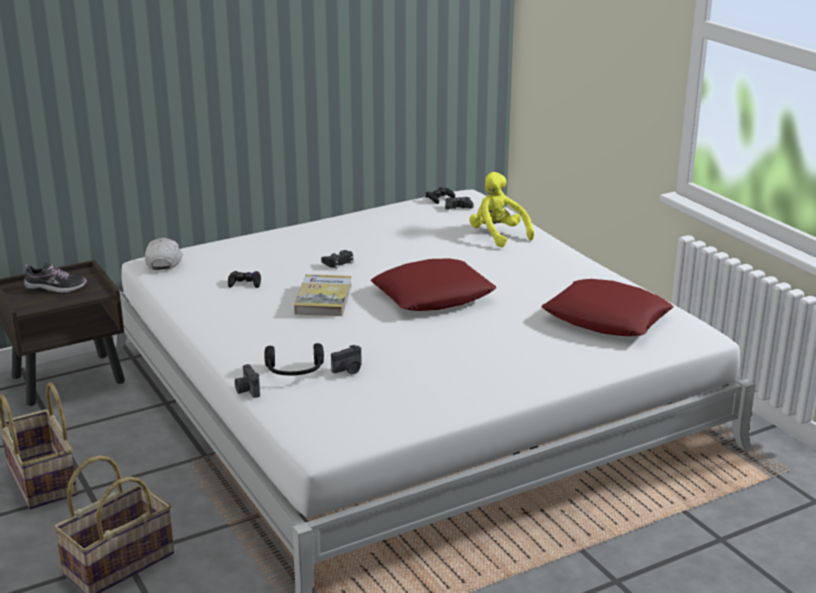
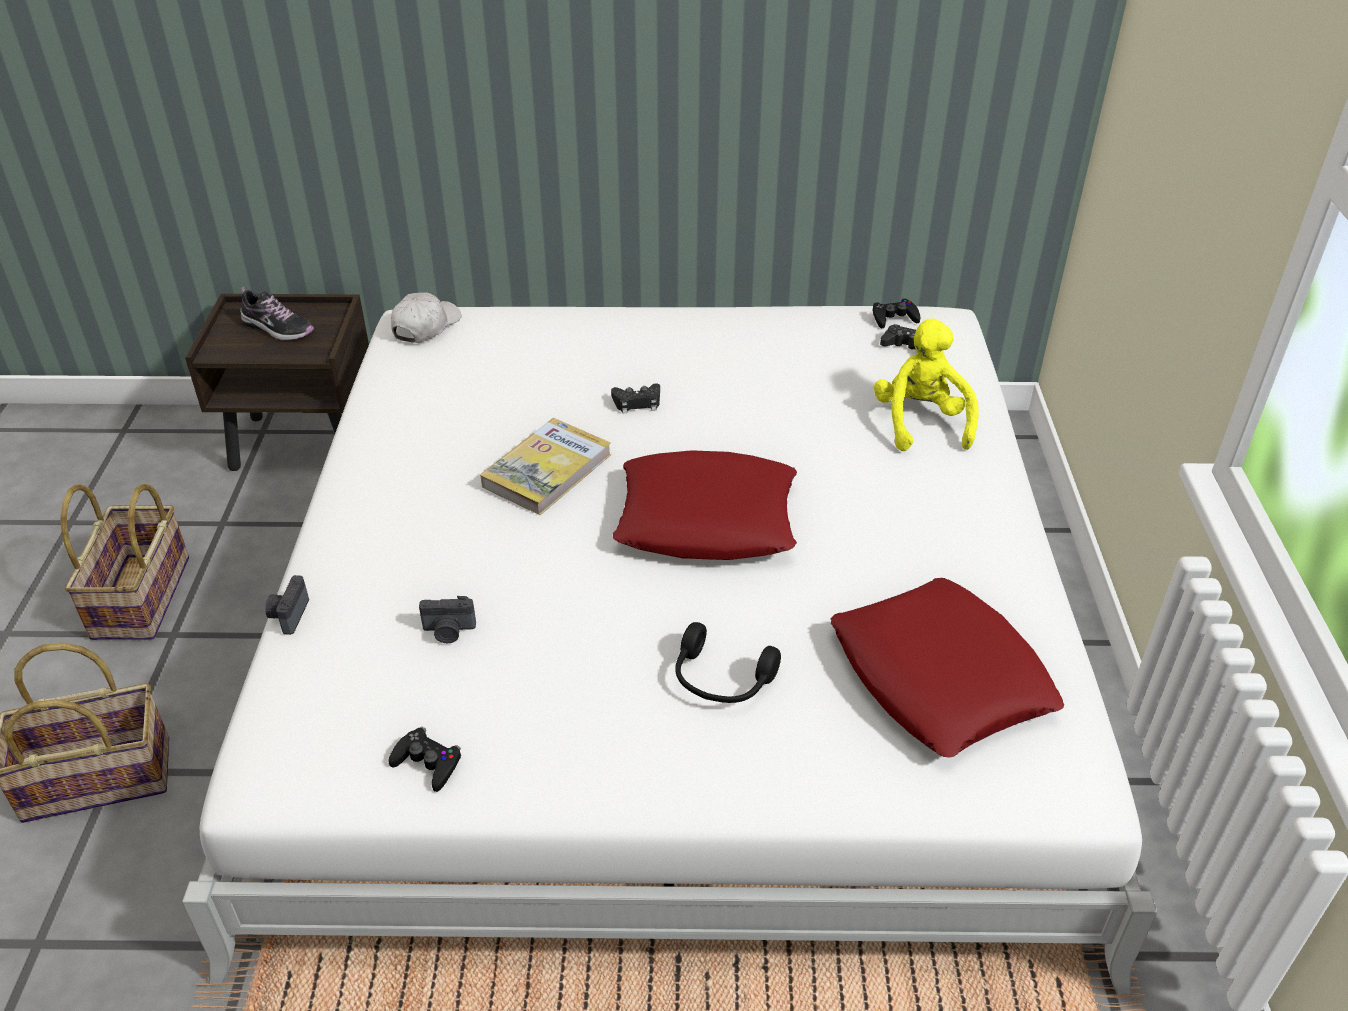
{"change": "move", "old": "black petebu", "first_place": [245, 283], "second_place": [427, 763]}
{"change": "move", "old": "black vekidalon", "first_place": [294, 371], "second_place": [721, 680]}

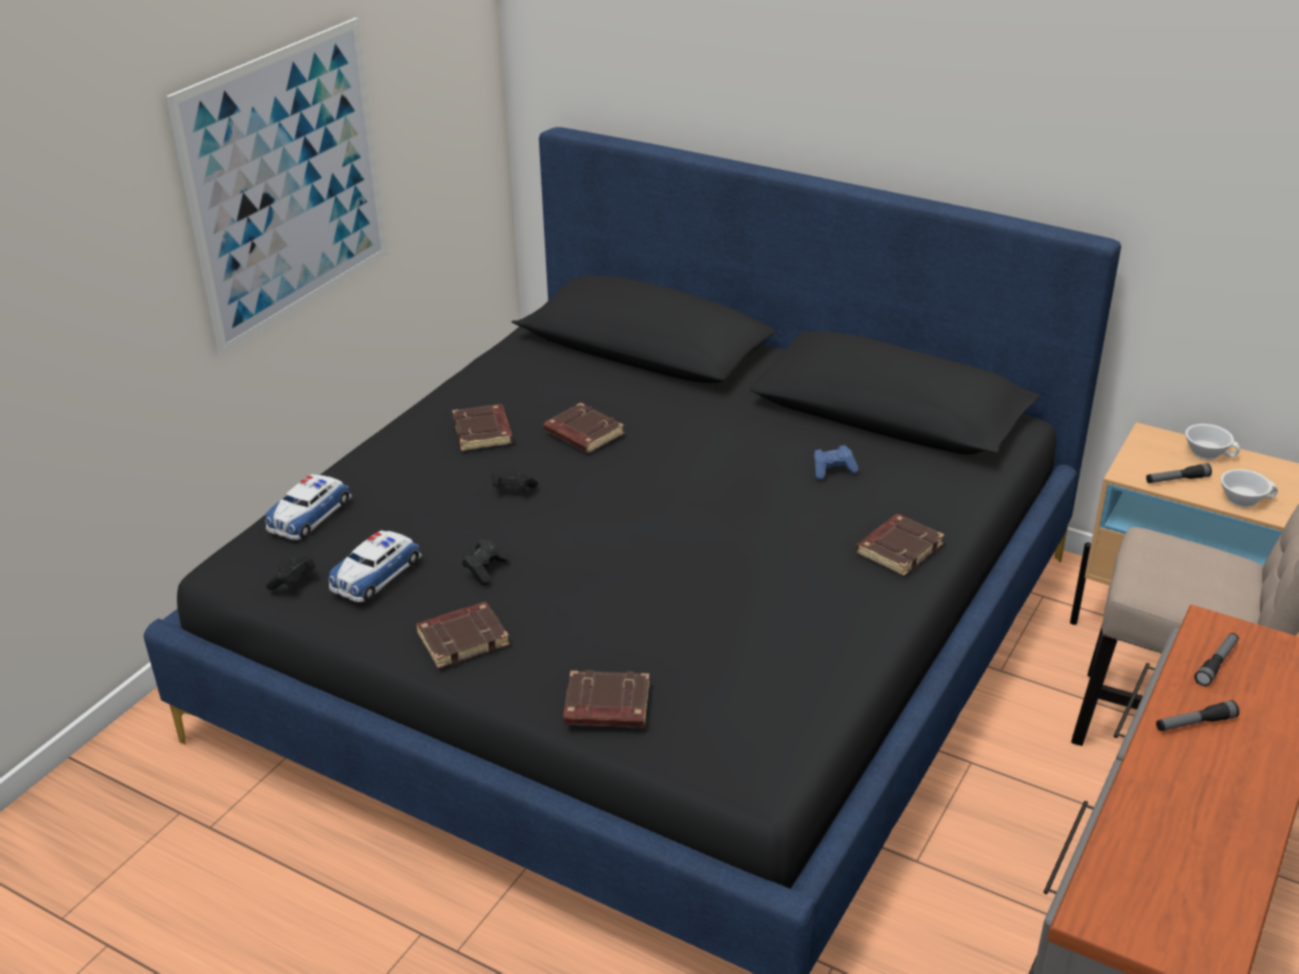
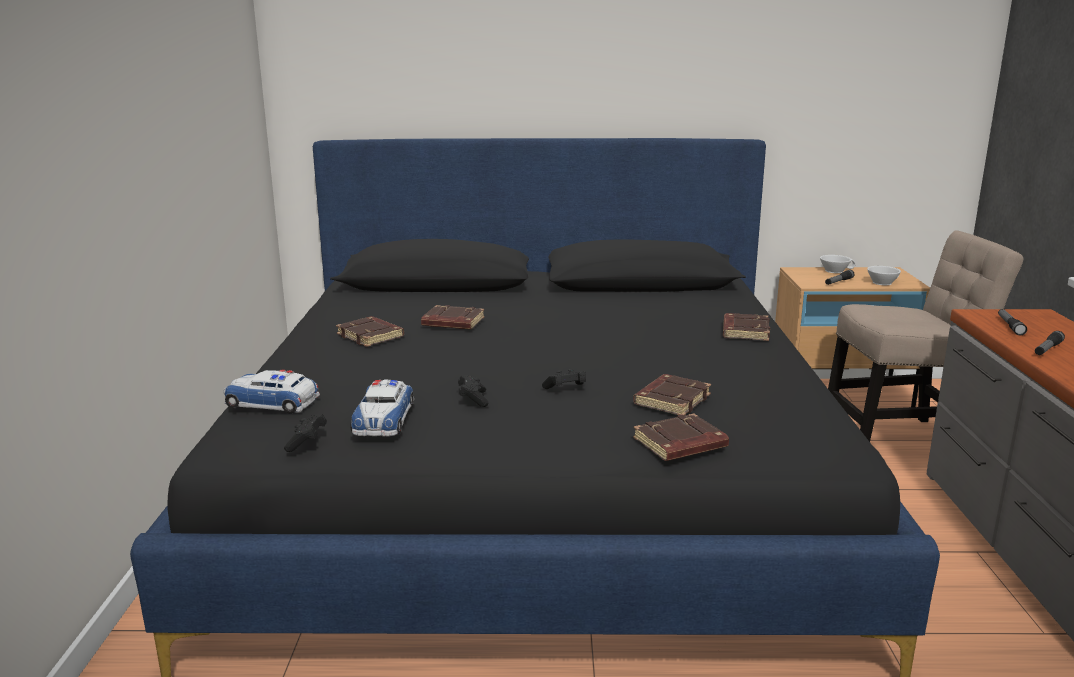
{"change": "delete", "old": "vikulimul", "first_place": [287, 183]}
{"change": "delete", "old": "blue petebu", "first_place": [833, 470]}
{"change": "move", "old": "black petebu", "first_place": [512, 490], "second_place": [566, 389]}
{"change": "rotate", "old": "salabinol", "first_place": [308, 514], "second_place": [272, 402], "degrees": 105}
{"change": "move", "old": "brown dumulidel", "first_place": [463, 639], "second_place": [671, 400]}

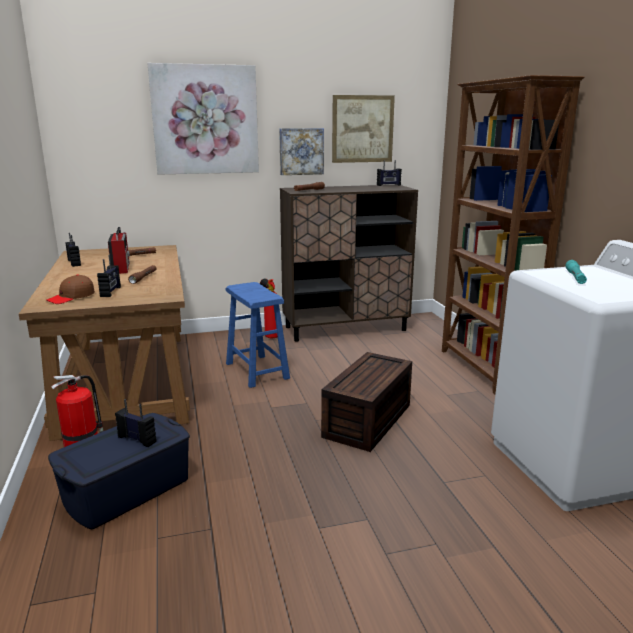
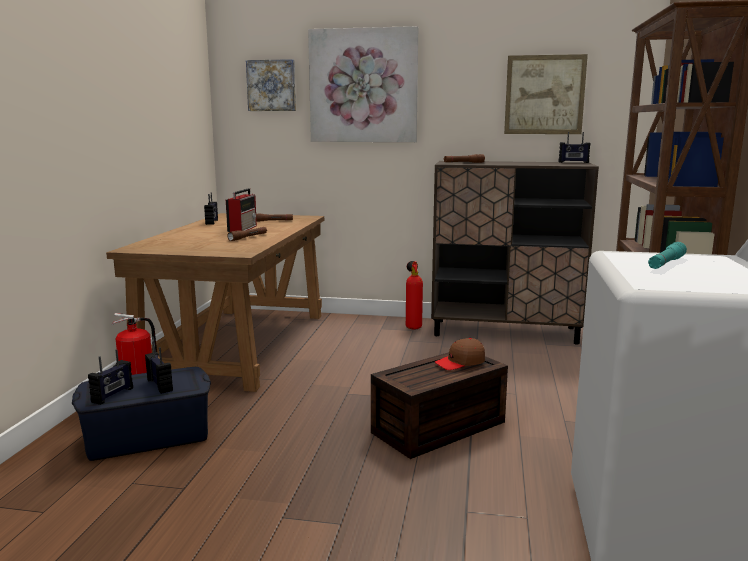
{"change": "move", "old": "vikulimul", "first_place": [301, 151], "second_place": [272, 85]}
{"change": "move", "old": "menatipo", "first_place": [111, 292], "second_place": [113, 395]}
{"change": "move", "old": "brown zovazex", "first_place": [71, 297], "second_place": [460, 362]}
{"change": "delete", "old": "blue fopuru", "first_place": [257, 371]}

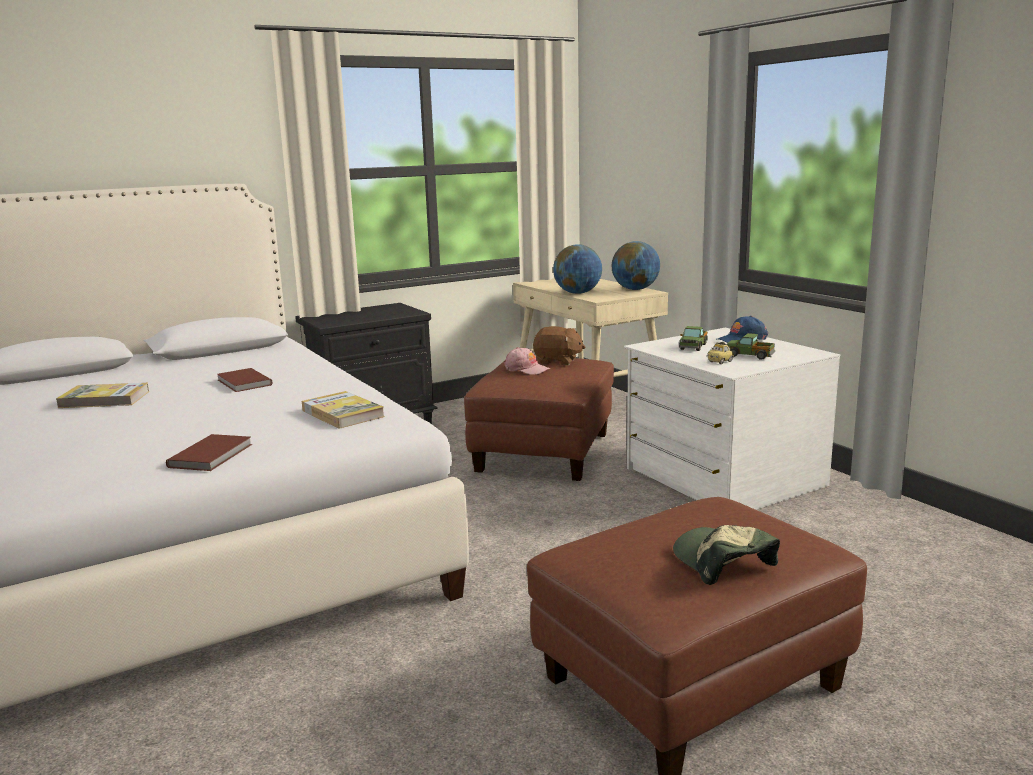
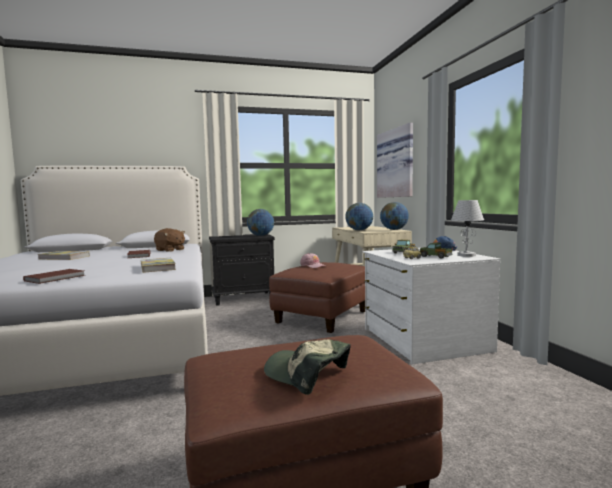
{"change": "move", "old": "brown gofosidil", "first_place": [557, 361], "second_place": [170, 250]}
{"change": "rotate", "old": "zovazex", "first_place": [722, 562], "second_place": [306, 374], "degrees": -45}
{"change": "insert", "new": "vikulimul", "second_place": [397, 163]}
{"change": "insert", "new": "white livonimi", "second_place": [466, 255]}
{"change": "insert", "new": "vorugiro", "second_place": [261, 235]}

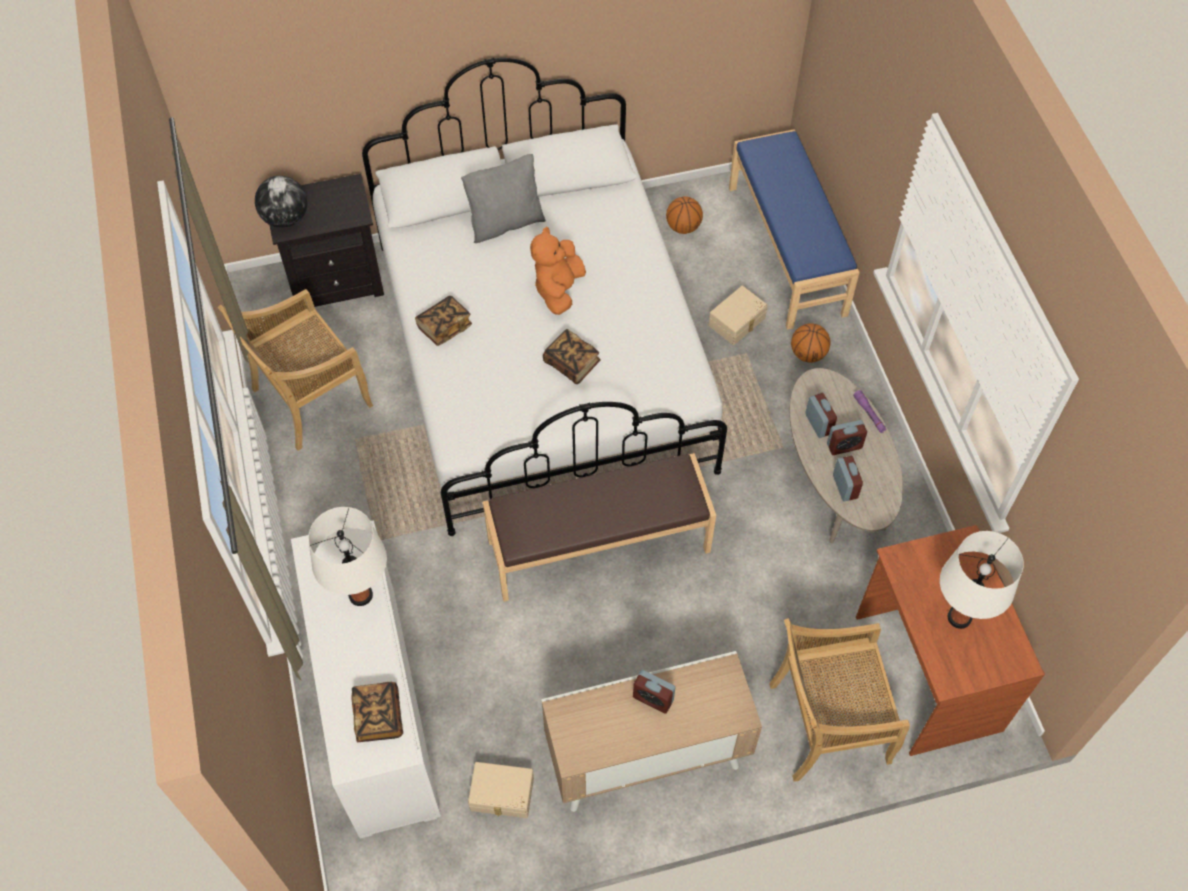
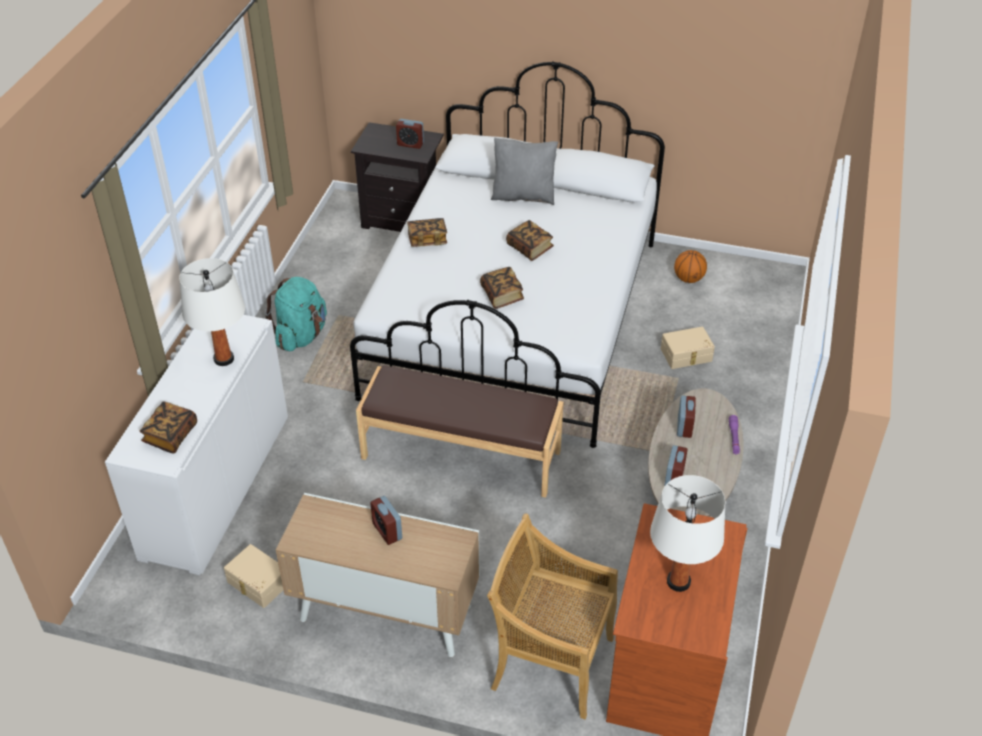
{"change": "delete", "old": "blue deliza", "first_place": [787, 250]}
{"change": "delete", "old": "vorugiro", "first_place": [285, 218]}
{"change": "replace", "old": "orange gofosidil", "new": "dumulidel", "first_place": [558, 289], "second_place": [529, 248]}
{"change": "delete", "old": "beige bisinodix", "first_place": [310, 399]}
{"change": "delete", "old": "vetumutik", "first_place": [808, 354]}
{"change": "move", "old": "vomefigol", "first_place": [844, 446], "second_place": [410, 144]}
{"change": "insert", "new": "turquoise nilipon", "second_place": [301, 335]}

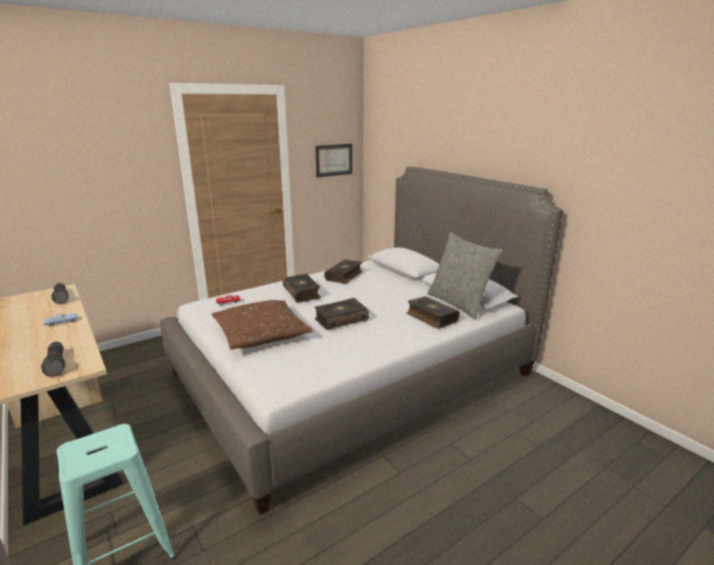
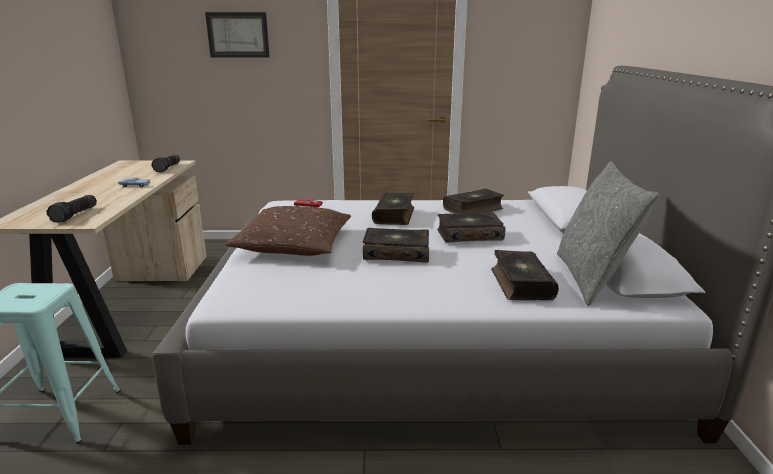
{"change": "move", "old": "vikulimul", "first_place": [334, 160], "second_place": [238, 35]}
{"change": "insert", "new": "dumulidel", "second_place": [469, 235]}

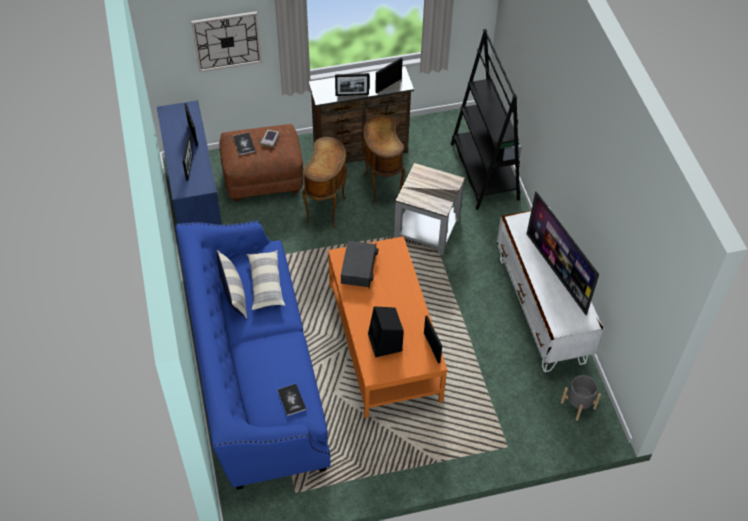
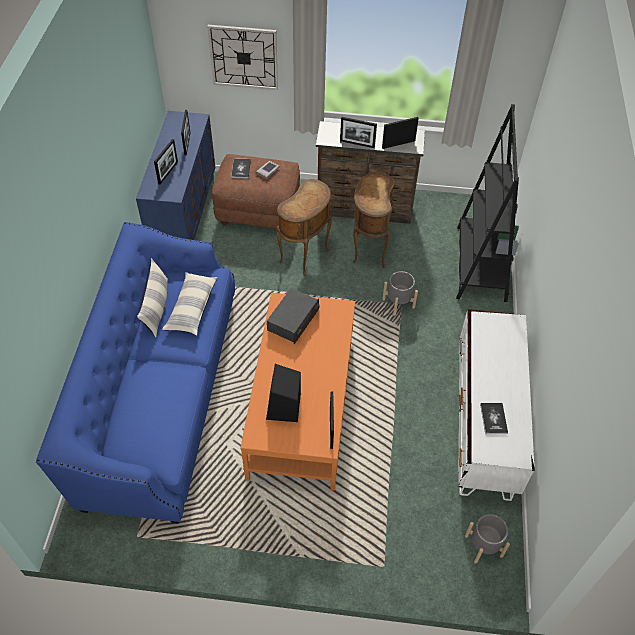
{"change": "replace", "old": "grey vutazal", "new": "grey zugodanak", "first_place": [428, 228], "second_place": [398, 303]}
{"change": "delete", "old": "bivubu", "first_place": [557, 273]}
{"change": "move", "old": "dumulidel", "first_place": [291, 400], "second_place": [493, 418]}

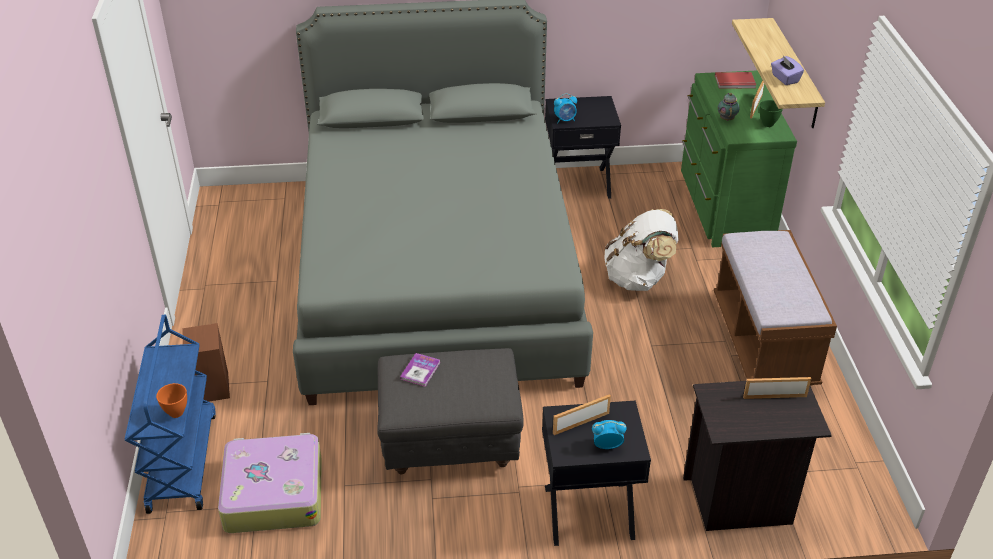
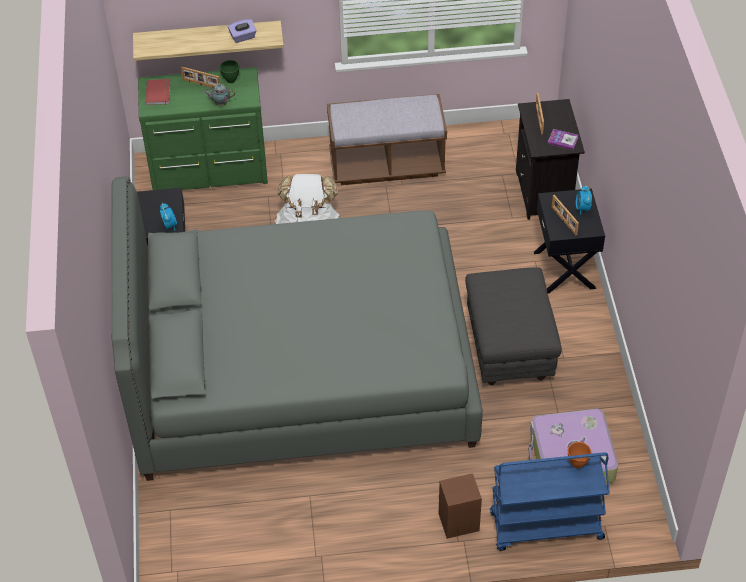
{"change": "move", "old": "dumulidel", "first_place": [420, 370], "second_place": [562, 140]}

